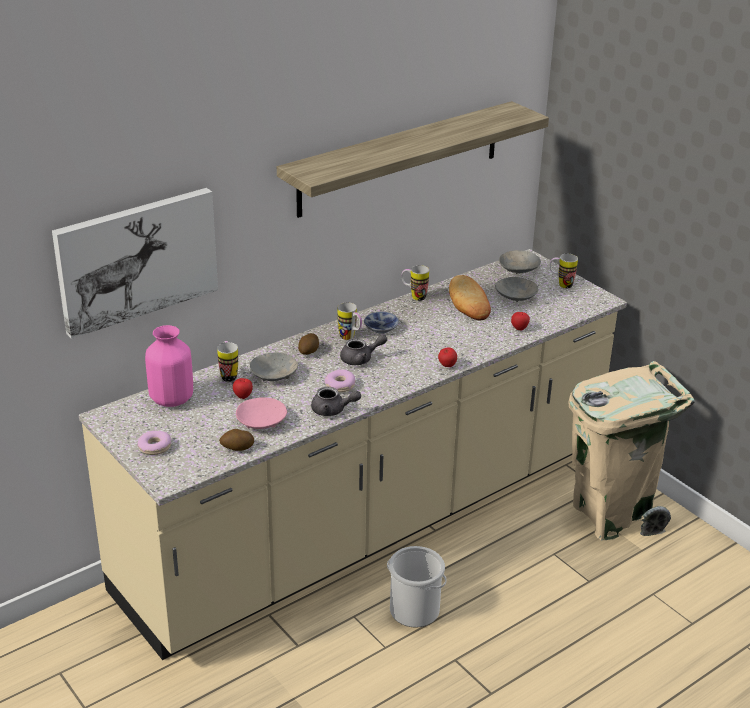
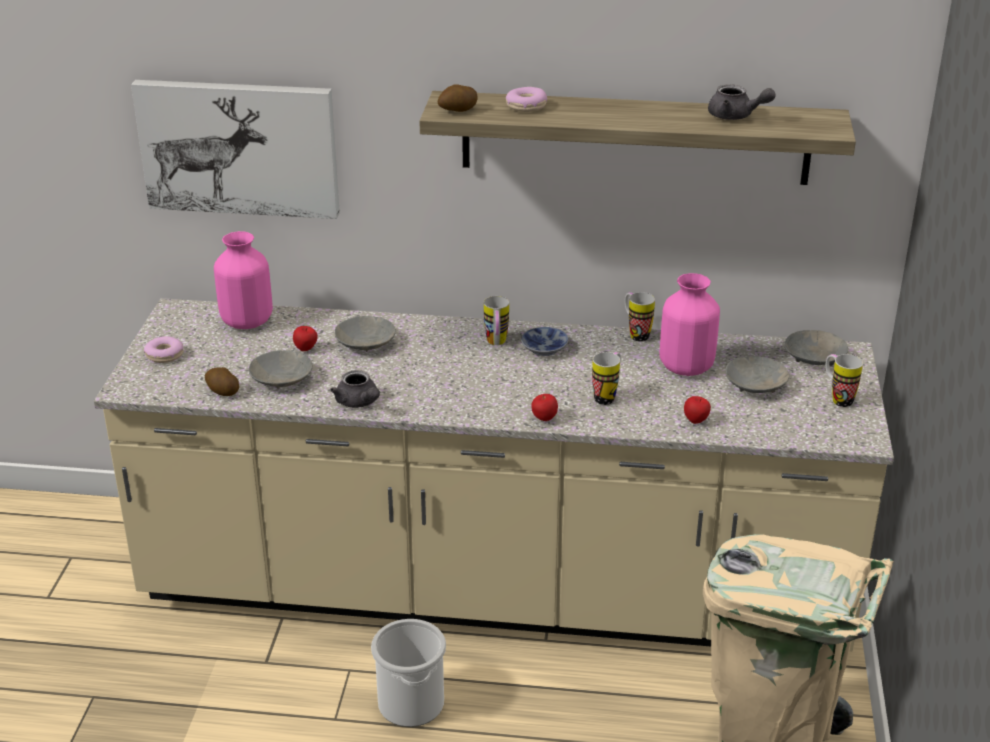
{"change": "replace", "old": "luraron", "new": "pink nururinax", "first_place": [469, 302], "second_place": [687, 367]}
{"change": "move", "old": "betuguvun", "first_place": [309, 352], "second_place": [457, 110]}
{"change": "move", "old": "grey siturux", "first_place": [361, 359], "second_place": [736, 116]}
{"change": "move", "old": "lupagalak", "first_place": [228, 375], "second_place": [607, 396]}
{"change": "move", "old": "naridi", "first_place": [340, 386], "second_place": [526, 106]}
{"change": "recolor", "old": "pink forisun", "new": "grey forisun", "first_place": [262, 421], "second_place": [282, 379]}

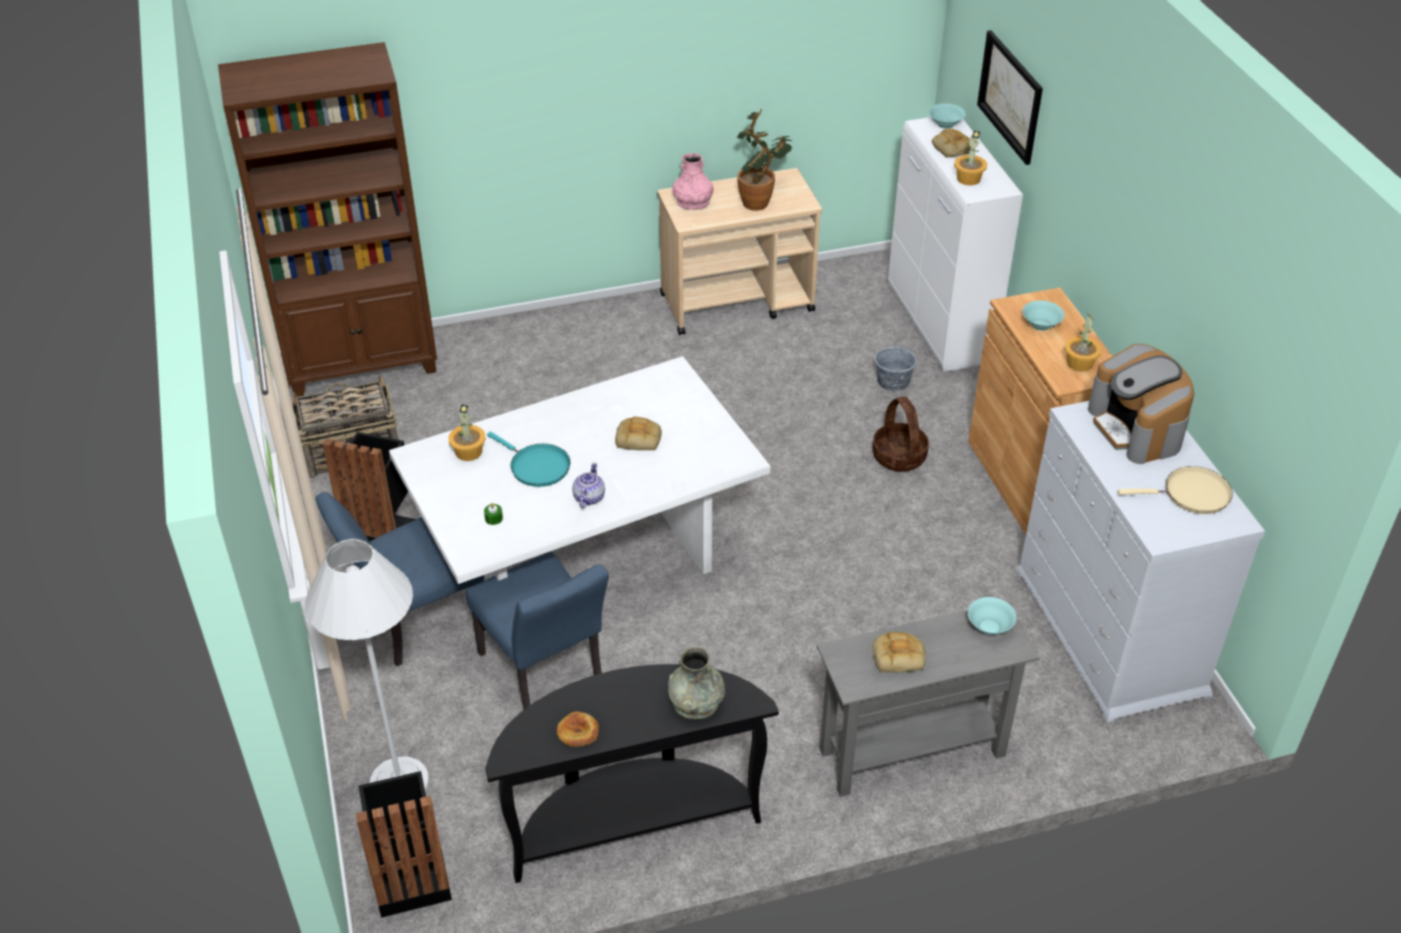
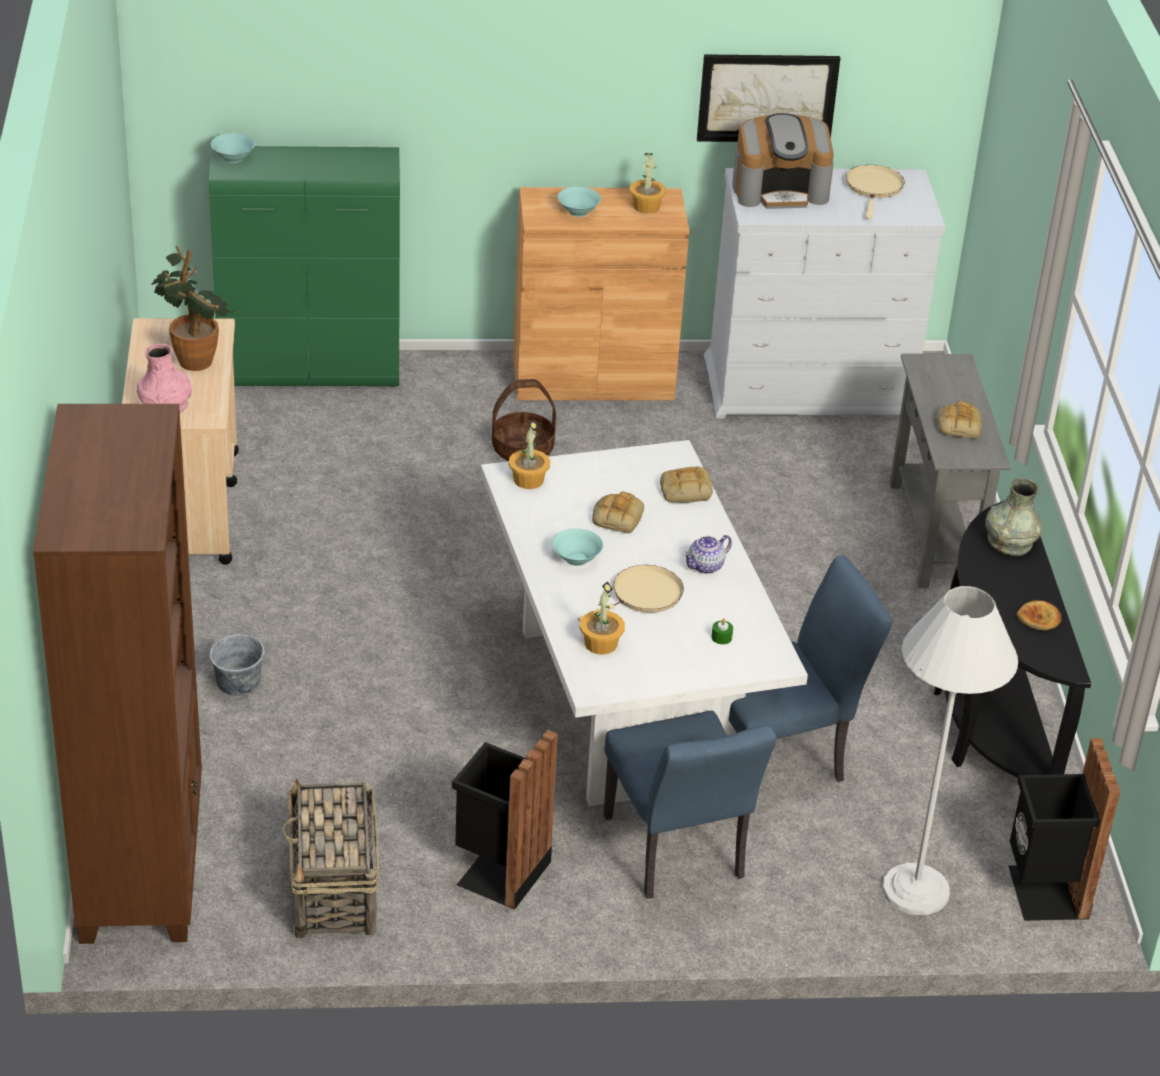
{"change": "move", "old": "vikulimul", "first_place": [1010, 96], "second_place": [767, 97]}
{"change": "recolor", "old": "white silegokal", "new": "green silegokal", "first_place": [940, 326], "second_place": [311, 371]}
{"change": "move", "old": "luraron", "first_place": [951, 147], "second_place": [685, 490]}
{"change": "move", "old": "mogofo", "first_place": [968, 178], "second_place": [528, 480]}
{"change": "move", "old": "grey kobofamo", "first_place": [893, 381], "second_place": [238, 682]}
{"change": "recolor", "old": "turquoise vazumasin", "new": "beige vazumasin", "first_place": [537, 467], "second_place": [643, 596]}
{"change": "rotate", "old": "siturux", "first_place": [588, 498], "second_place": [706, 566], "degrees": -60}
{"change": "move", "old": "turquoise forisun", "first_place": [990, 627], "second_place": [577, 559]}

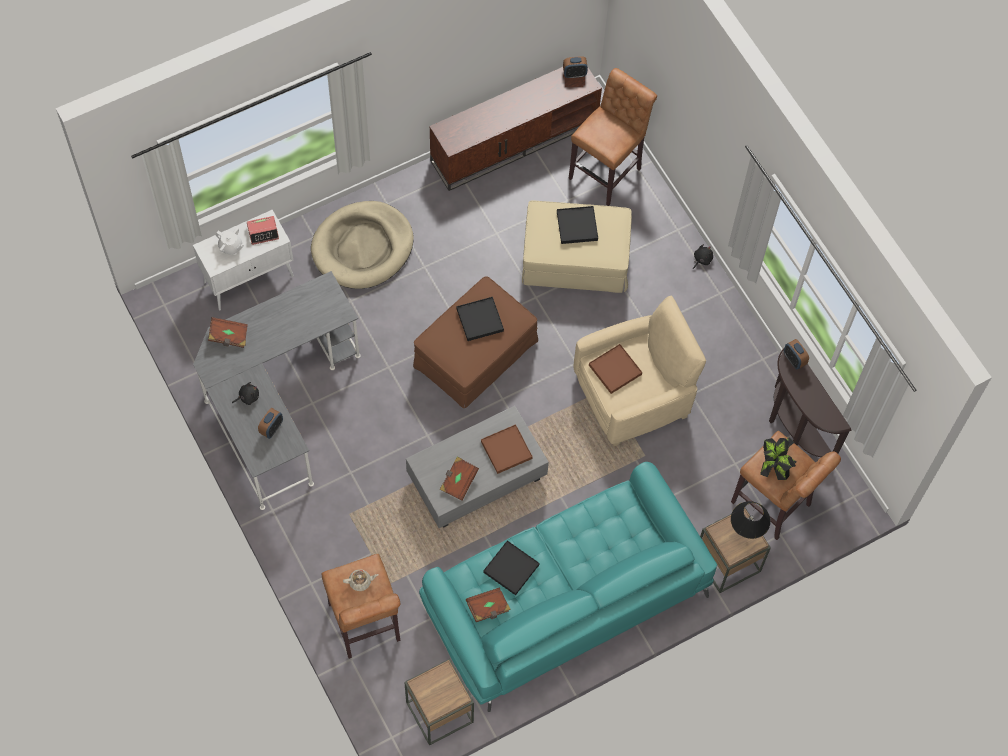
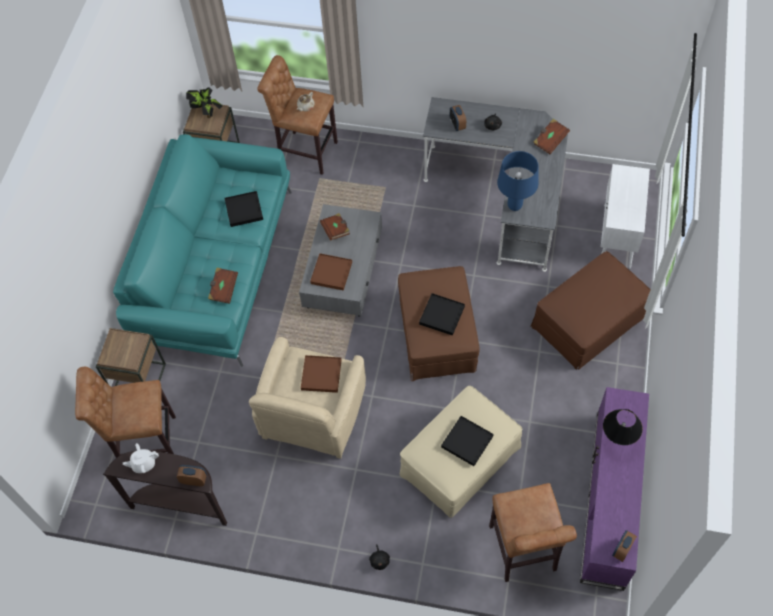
{"change": "recolor", "old": "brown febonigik", "new": "purple febonigik", "first_place": [514, 140], "second_place": [610, 500]}
{"change": "replace", "old": "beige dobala", "new": "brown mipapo", "first_place": [363, 247], "second_place": [589, 322]}
{"change": "delete", "old": "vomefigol", "first_place": [263, 232]}
{"change": "move", "old": "white siturux", "first_place": [231, 247], "second_place": [143, 464]}
{"change": "move", "old": "mogofo", "first_place": [774, 466], "second_place": [207, 113]}
{"change": "move", "old": "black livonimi", "first_place": [744, 534], "second_place": [616, 443]}
{"change": "move", "old": "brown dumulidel", "first_place": [488, 608], "second_place": [223, 289]}
{"change": "insert", "new": "blue livonimi", "second_place": [514, 206]}

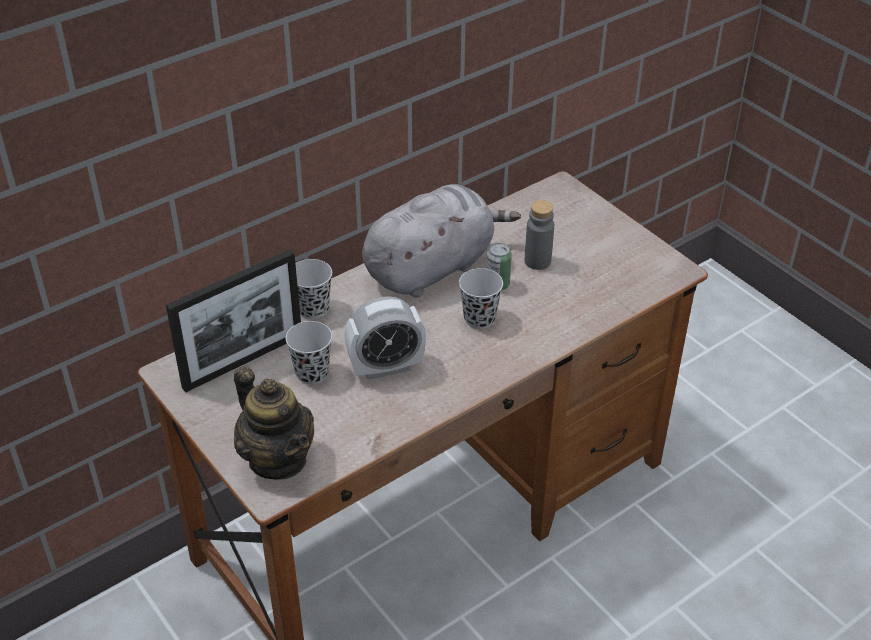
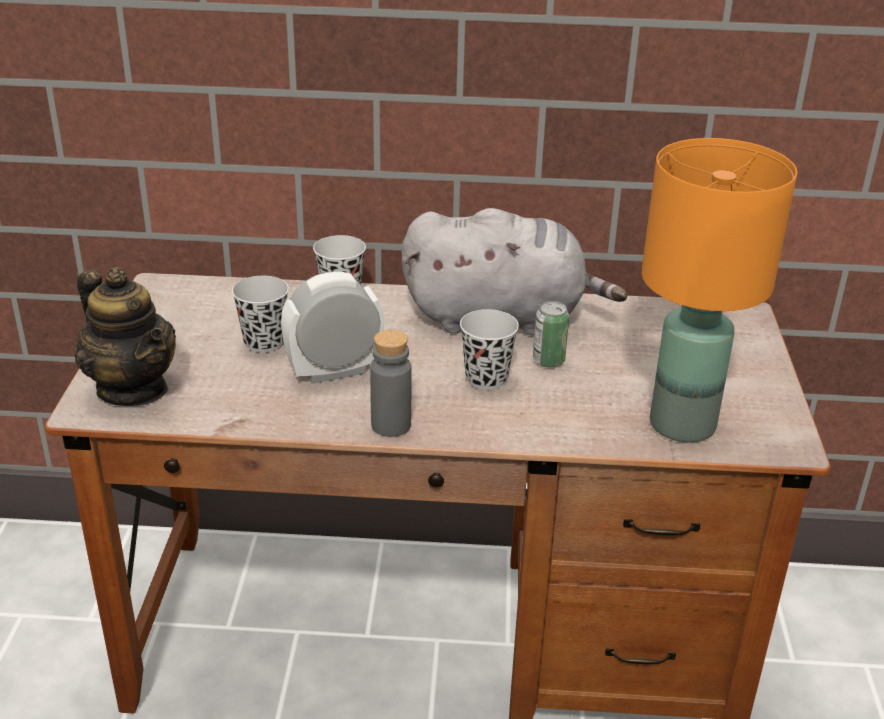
{"change": "move", "old": "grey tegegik", "first_place": [537, 261], "second_place": [391, 425]}
{"change": "delete", "old": "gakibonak", "first_place": [243, 361]}
{"change": "rotate", "old": "vomefigol", "first_place": [386, 367], "second_place": [335, 371], "degrees": 135}
{"change": "rotate", "old": "siturux", "first_place": [278, 459], "second_place": [133, 389], "degrees": -45}
{"change": "insert", "new": "orange livonimi", "second_place": [683, 425]}

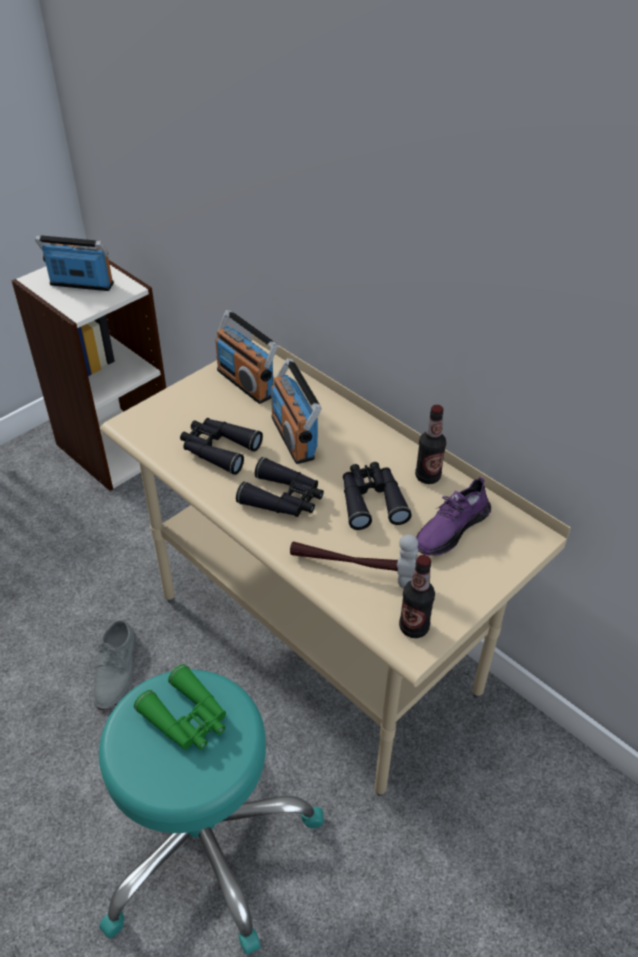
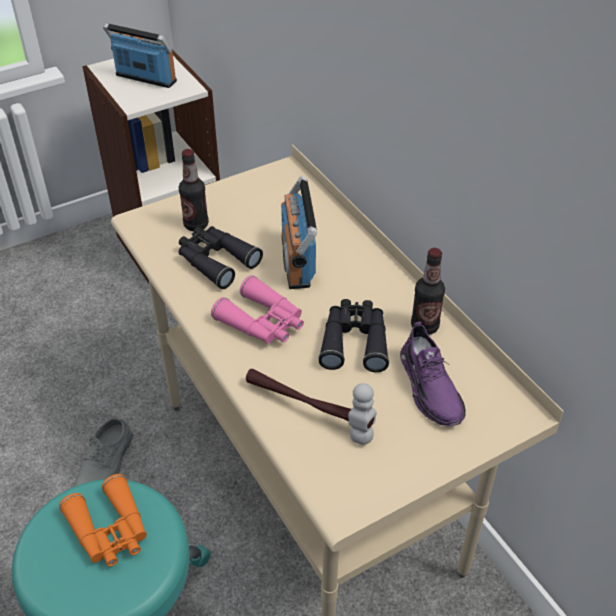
{"change": "delete", "old": "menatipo", "first_place": [246, 383]}
{"change": "recolor", "old": "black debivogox", "new": "pink debivogox", "first_place": [283, 499], "second_place": [263, 322]}
{"change": "rotate", "old": "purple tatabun", "first_place": [451, 529], "second_place": [430, 387], "degrees": -75}
{"change": "move", "old": "tegegik", "first_place": [414, 627], "second_place": [196, 225]}
{"change": "recolor", "old": "green debivogox", "new": "orange debivogox", "first_place": [187, 718], "second_place": [110, 531]}

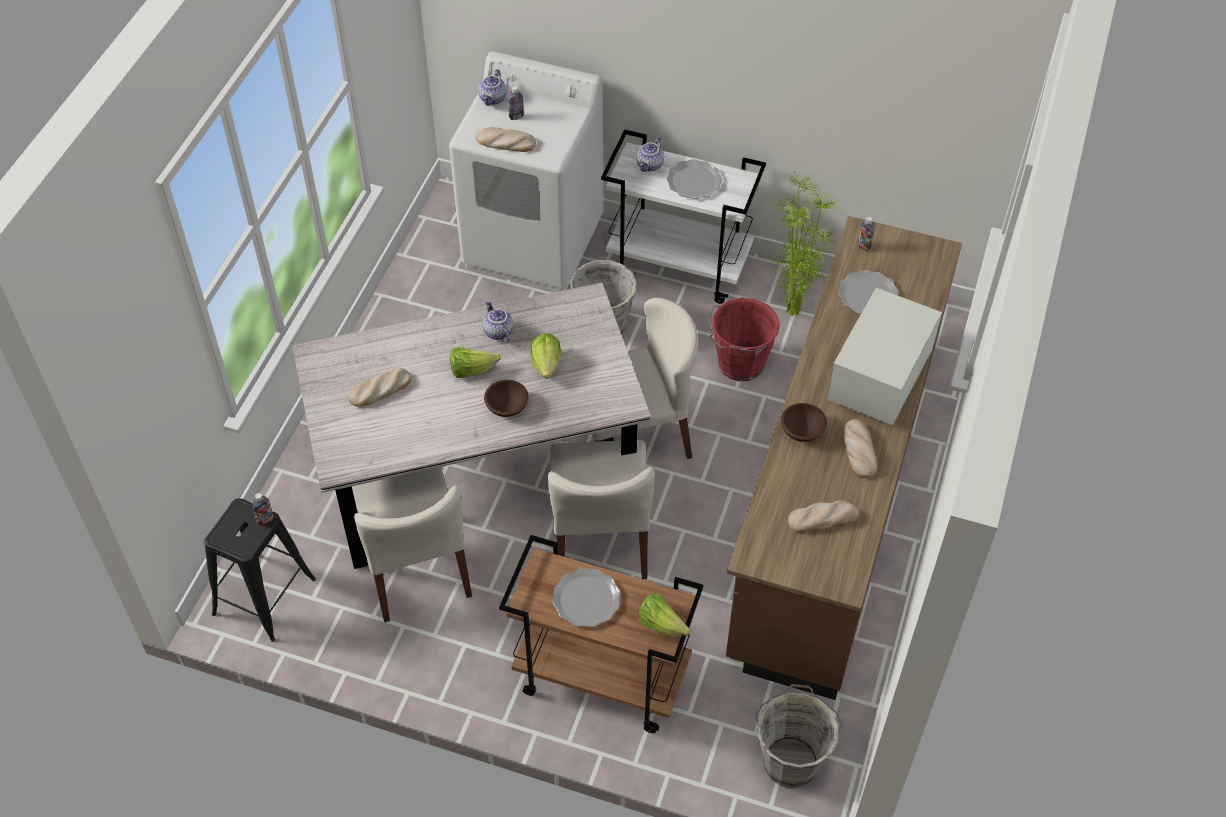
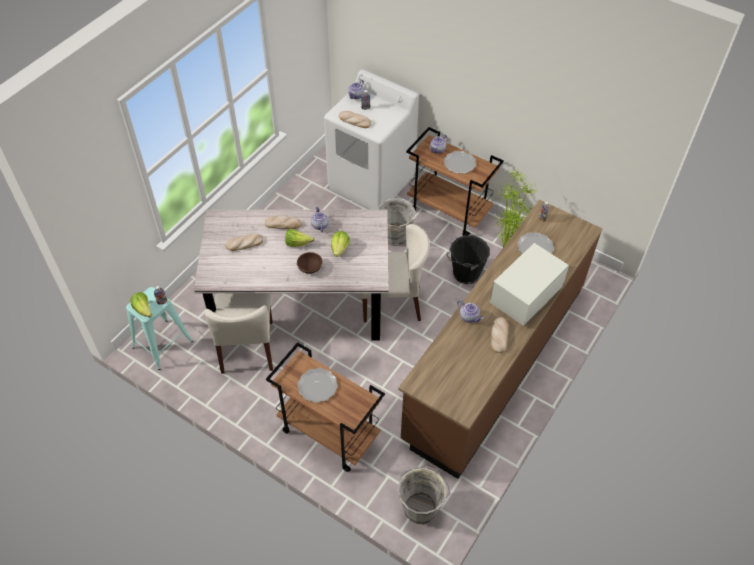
{"change": "recolor", "old": "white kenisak", "new": "brown kenisak", "first_place": [680, 266], "second_place": [449, 211]}
{"change": "recolor", "old": "red kobofamo", "new": "black kobofamo", "first_place": [739, 365], "second_place": [465, 274]}
{"change": "replace", "old": "brown forisun", "new": "siturux", "first_place": [802, 430], "second_place": [469, 317]}
{"change": "delete", "old": "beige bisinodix", "first_place": [600, 538]}
{"change": "recolor", "old": "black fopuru", "new": "turquoise fopuru", "first_place": [264, 596], "second_place": [162, 344]}
{"change": "move", "old": "luraron", "first_place": [823, 518], "second_place": [283, 224]}
{"change": "move", "old": "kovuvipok", "first_place": [661, 624], "second_place": [143, 310]}

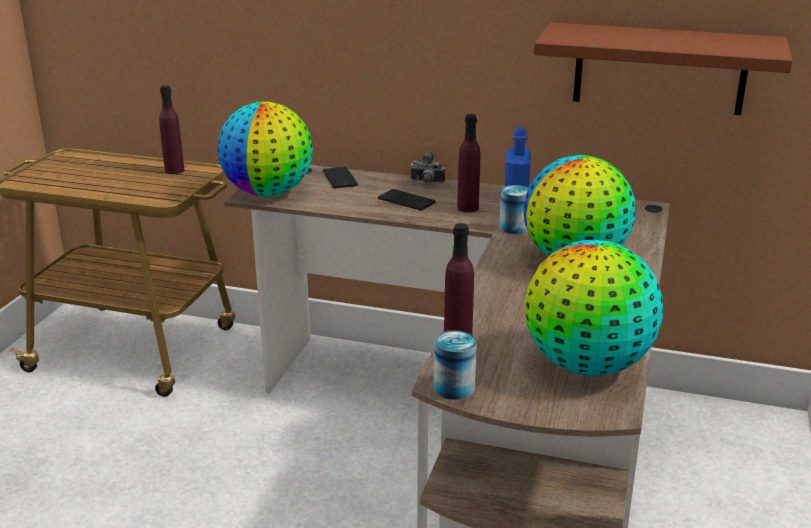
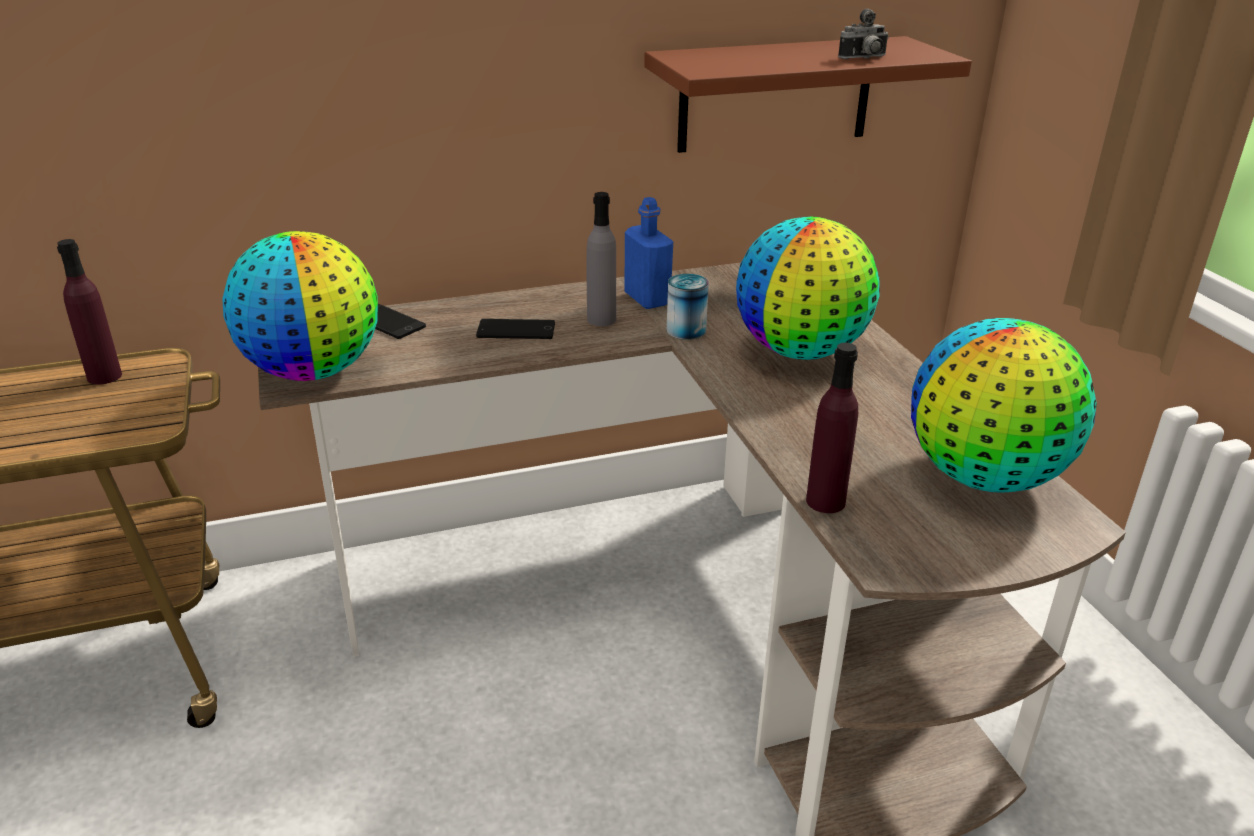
{"change": "recolor", "old": "purple tegegik", "new": "grey tegegik", "first_place": [468, 208], "second_place": [601, 319]}
{"change": "move", "old": "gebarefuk", "first_place": [426, 182], "second_place": [864, 58]}
{"change": "delete", "old": "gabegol", "first_place": [454, 388]}

